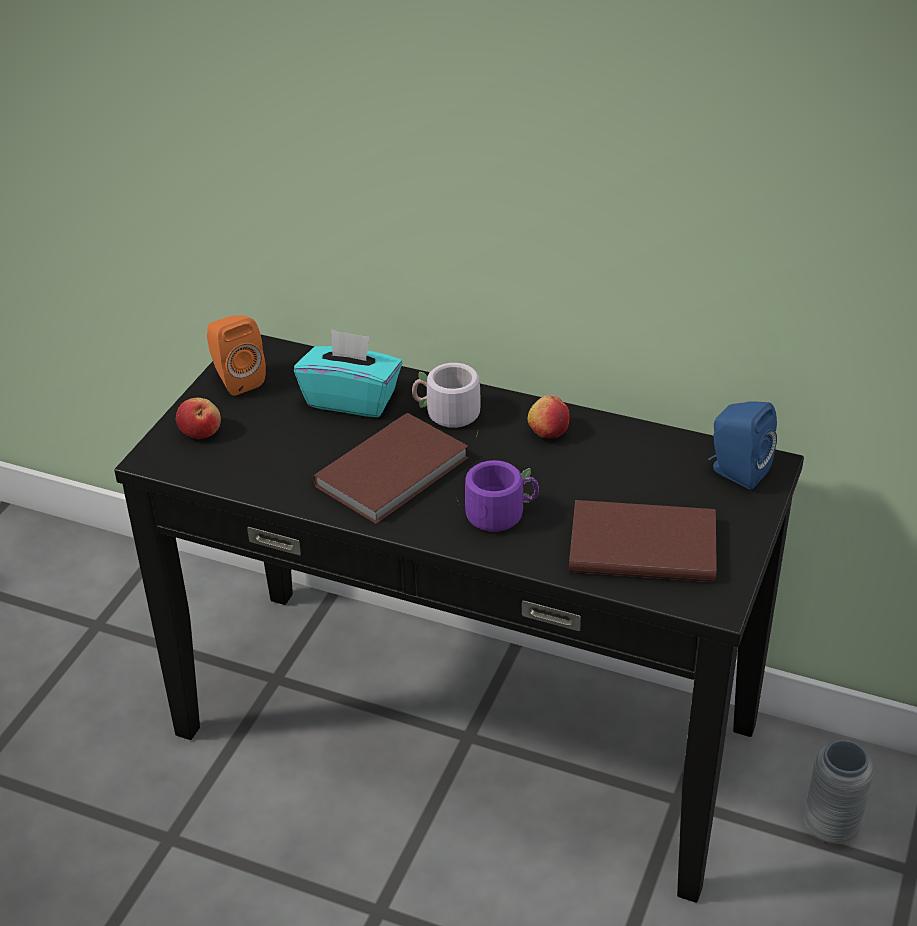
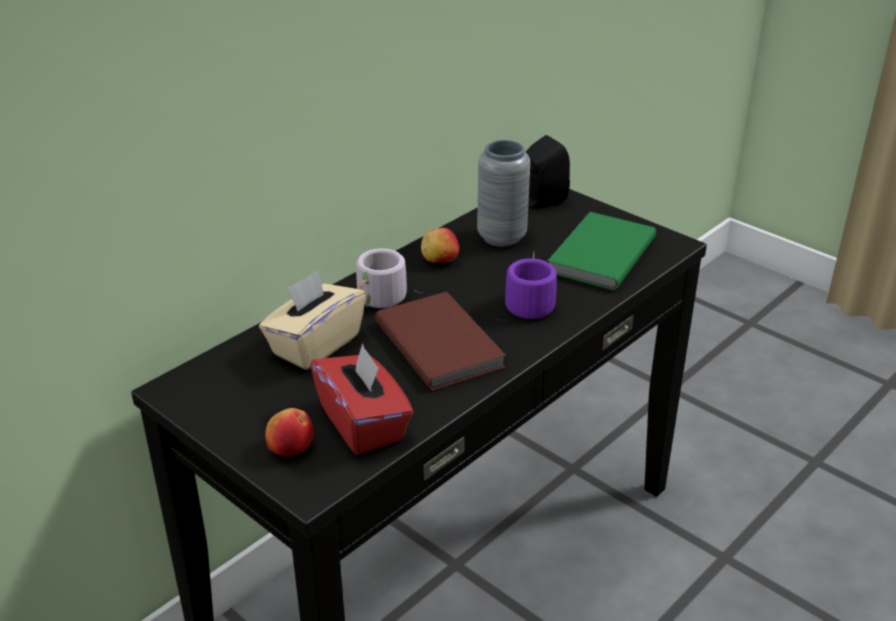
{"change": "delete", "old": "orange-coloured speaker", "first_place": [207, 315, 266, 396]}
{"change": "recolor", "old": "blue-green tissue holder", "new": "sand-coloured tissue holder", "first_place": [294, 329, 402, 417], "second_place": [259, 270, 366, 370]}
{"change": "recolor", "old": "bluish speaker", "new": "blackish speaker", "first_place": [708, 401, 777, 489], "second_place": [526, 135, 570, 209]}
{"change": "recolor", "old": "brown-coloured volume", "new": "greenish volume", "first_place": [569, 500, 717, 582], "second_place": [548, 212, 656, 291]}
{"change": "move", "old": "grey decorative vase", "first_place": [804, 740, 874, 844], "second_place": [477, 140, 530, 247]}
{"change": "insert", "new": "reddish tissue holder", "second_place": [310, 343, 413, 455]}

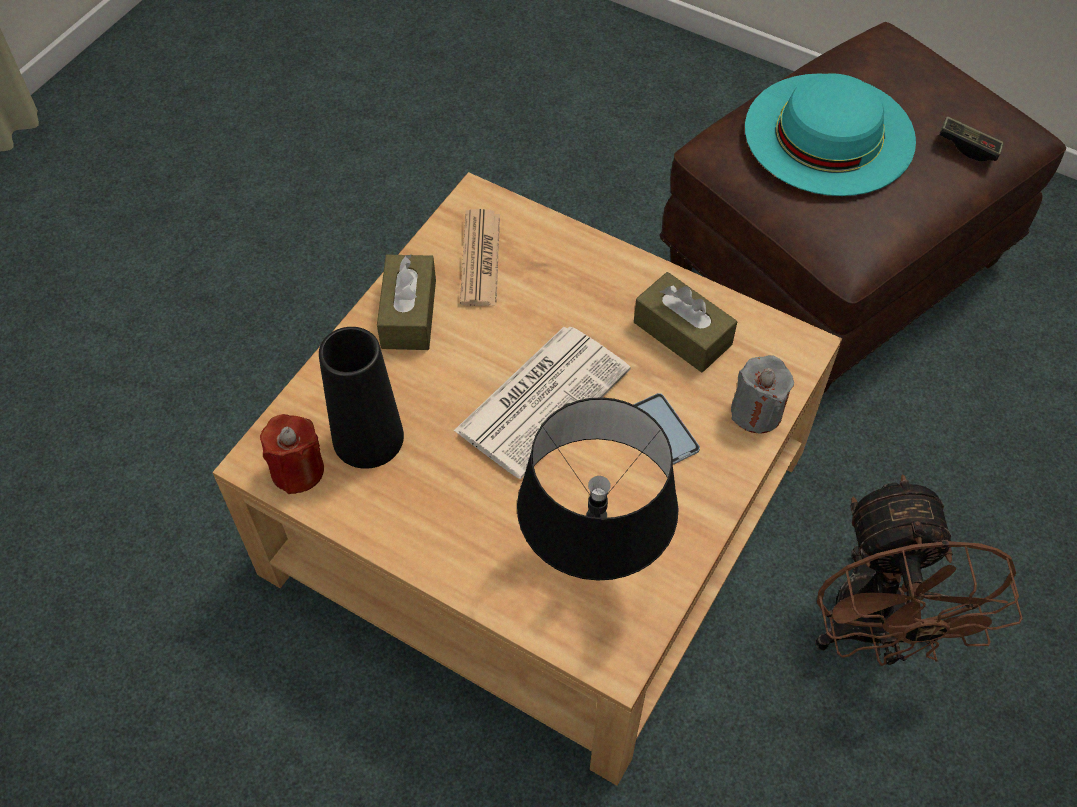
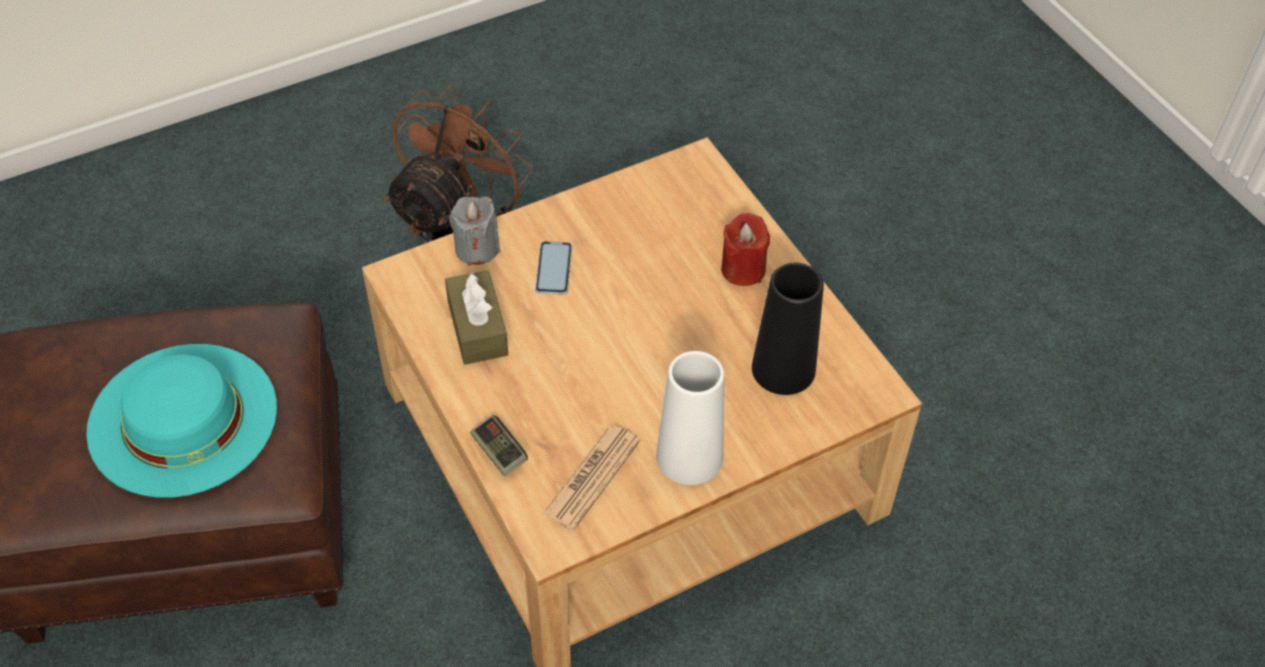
{"change": "move", "old": "gamepad", "first_place": [939, 116, 1003, 161], "second_place": [470, 415, 528, 477]}
{"change": "replace", "old": "brown-coloured tissue holder", "new": "white decorative vase", "first_place": [377, 254, 436, 350], "second_place": [656, 351, 724, 485]}
{"change": "delete", "old": "daily paper", "first_place": [454, 326, 631, 479]}
{"change": "delete", "old": "blackish lamp for a table", "first_place": [517, 397, 678, 581]}
{"change": "move", "old": "reddish wax light", "first_place": [260, 414, 324, 494], "second_place": [721, 213, 770, 286]}

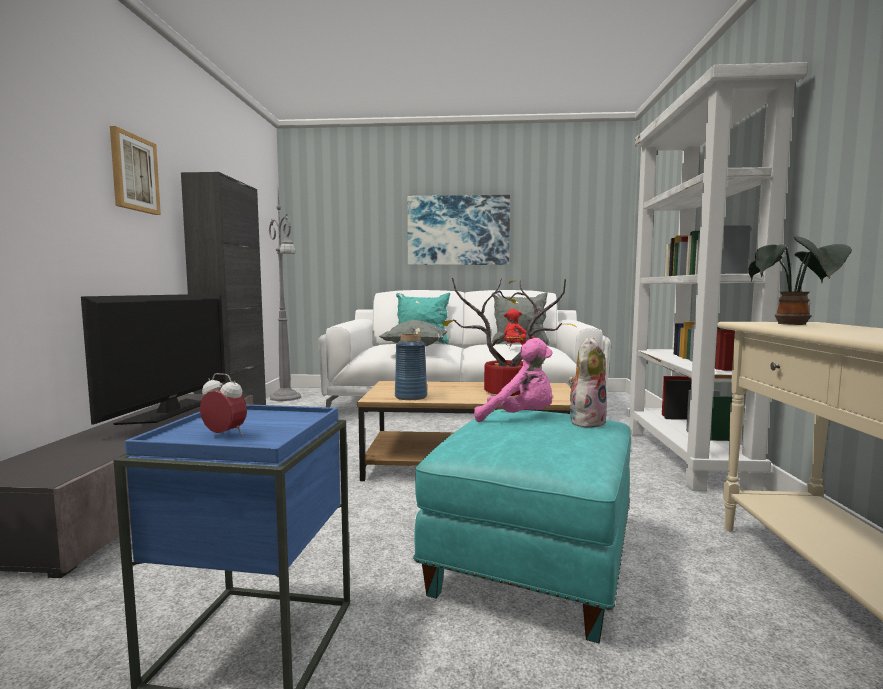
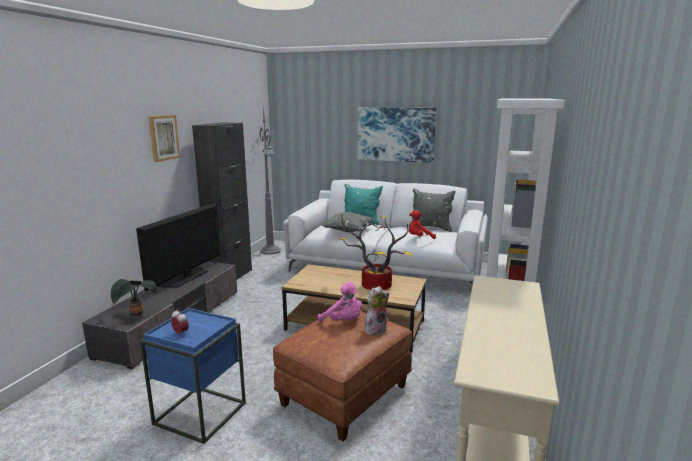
{"change": "move", "old": "plant in a pot", "first_place": [749, 236, 852, 325], "second_place": [111, 279, 157, 316]}
{"change": "delete", "old": "bluish decorative vase", "first_place": [395, 334, 427, 400]}
{"change": "recolor", "old": "blue-green footrest", "new": "brown-coloured footrest", "first_place": [413, 409, 631, 643], "second_place": [273, 310, 412, 441]}

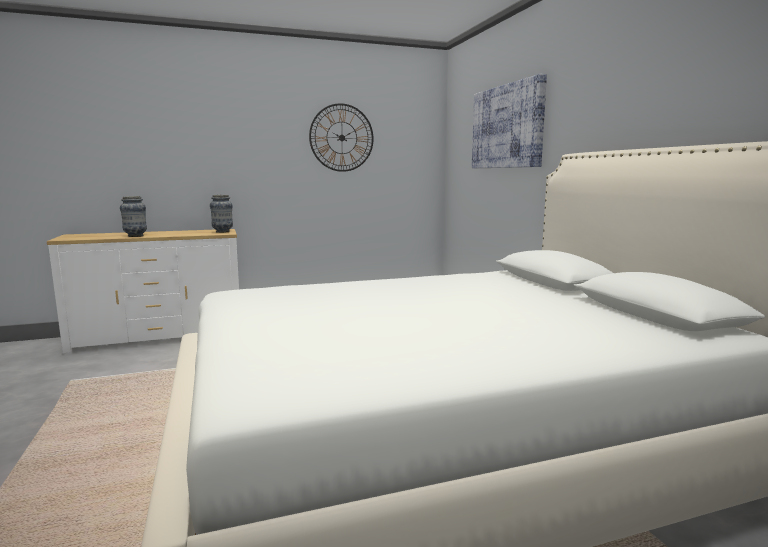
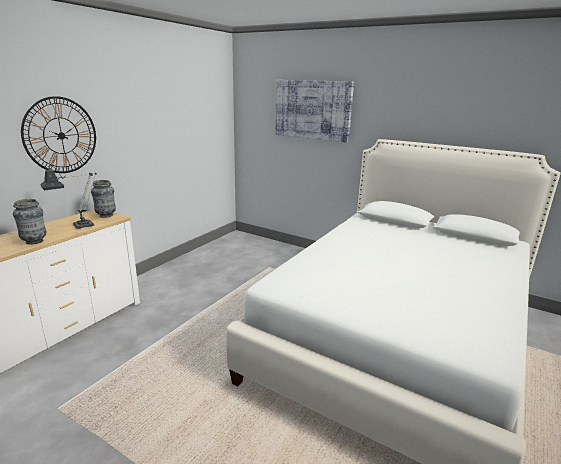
{"change": "move", "old": "hanging clock", "first_place": [309, 103, 374, 172], "second_place": [21, 96, 96, 173]}
{"change": "insert", "new": "lamp for a table", "second_place": [40, 165, 97, 229]}

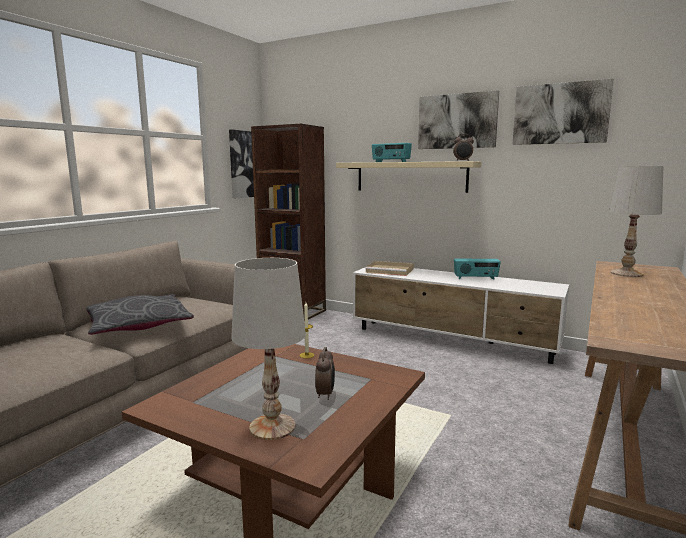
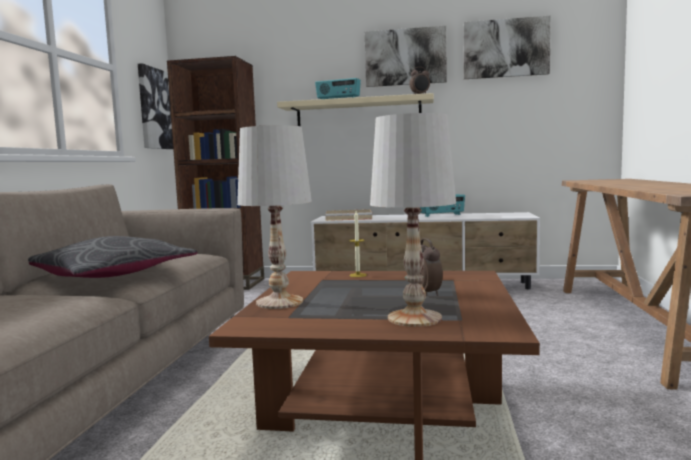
{"change": "move", "old": "white lamp for a table", "first_place": [609, 166, 663, 277], "second_place": [237, 125, 312, 309]}

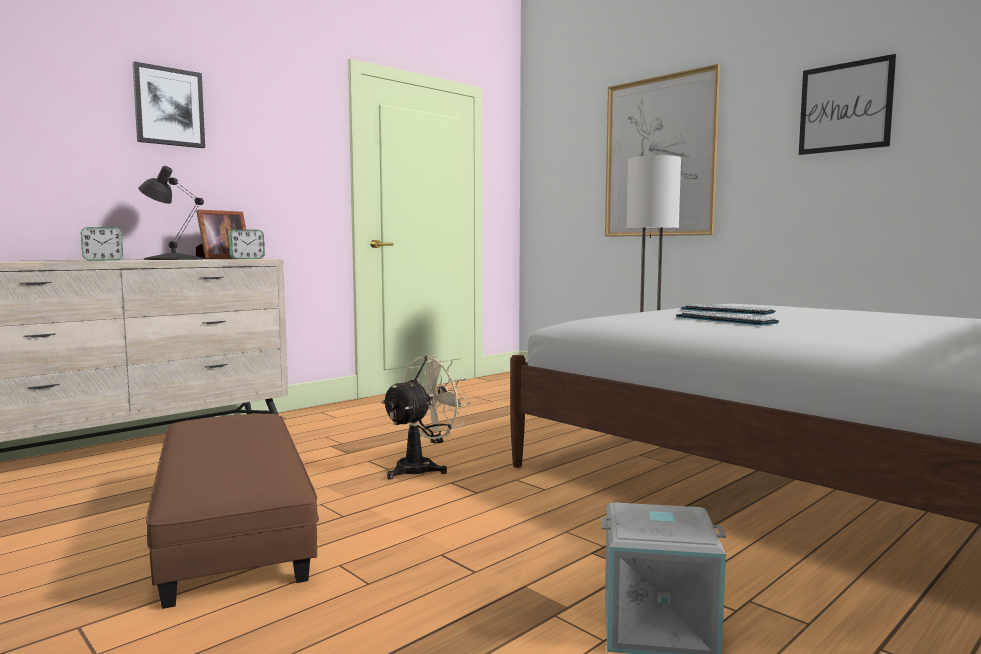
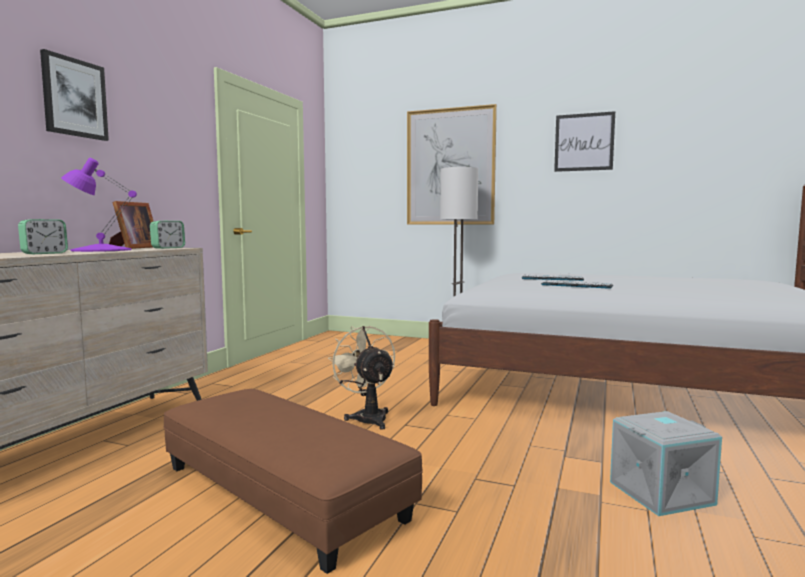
{"change": "recolor", "old": "blackish lamp for a table", "new": "purple lamp for a table", "first_place": [138, 166, 204, 260], "second_place": [61, 158, 137, 252]}
{"change": "rotate", "old": "sand-coloured fan", "first_place": [381, 355, 470, 480], "second_place": [328, 326, 395, 430], "degrees": -45}

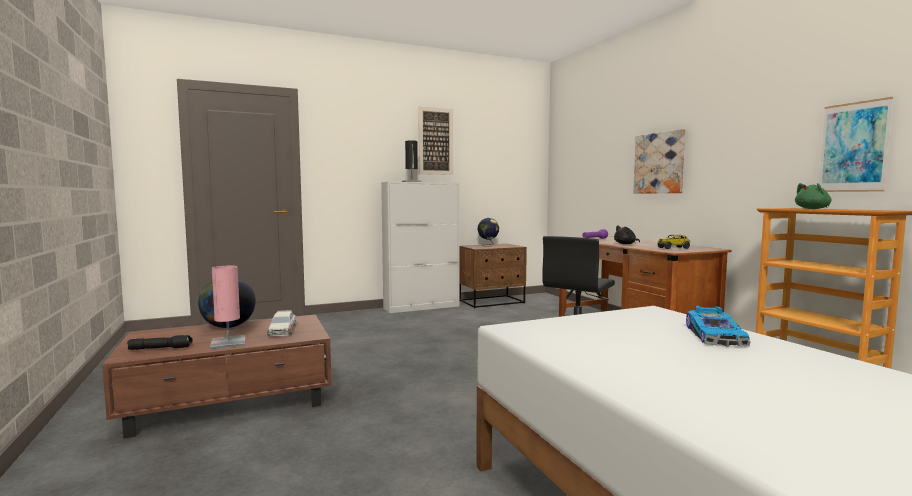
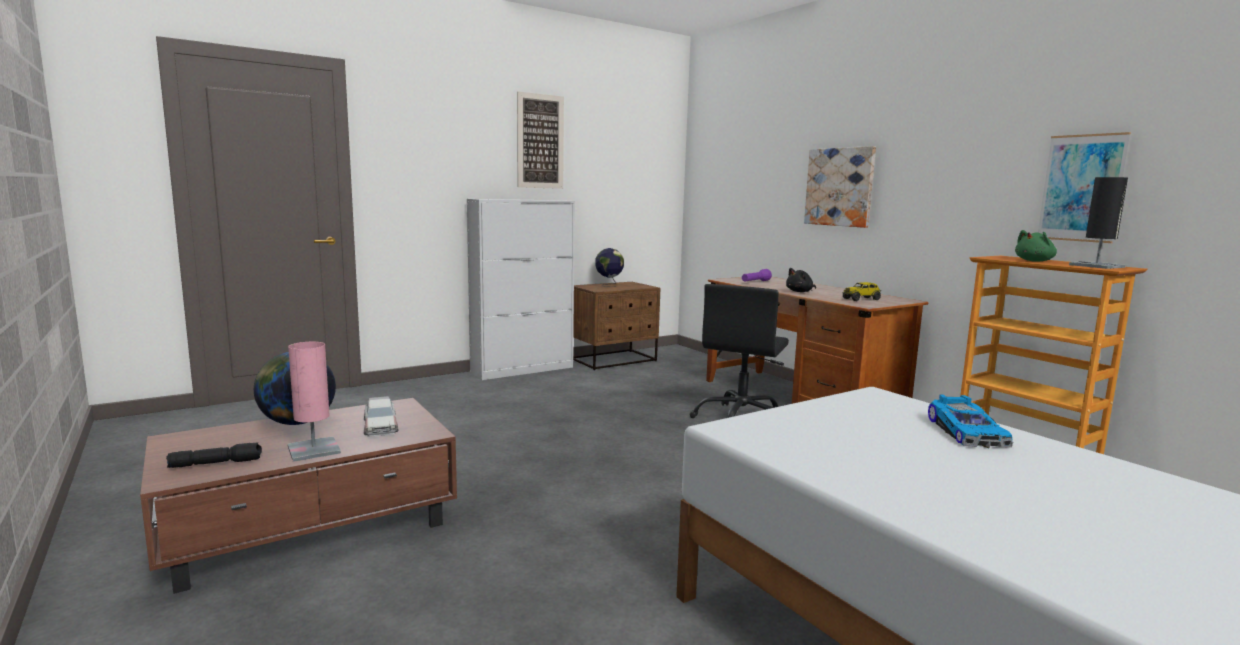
{"change": "move", "old": "blackish lamp for a table", "first_place": [402, 141, 422, 182], "second_place": [1069, 177, 1128, 269]}

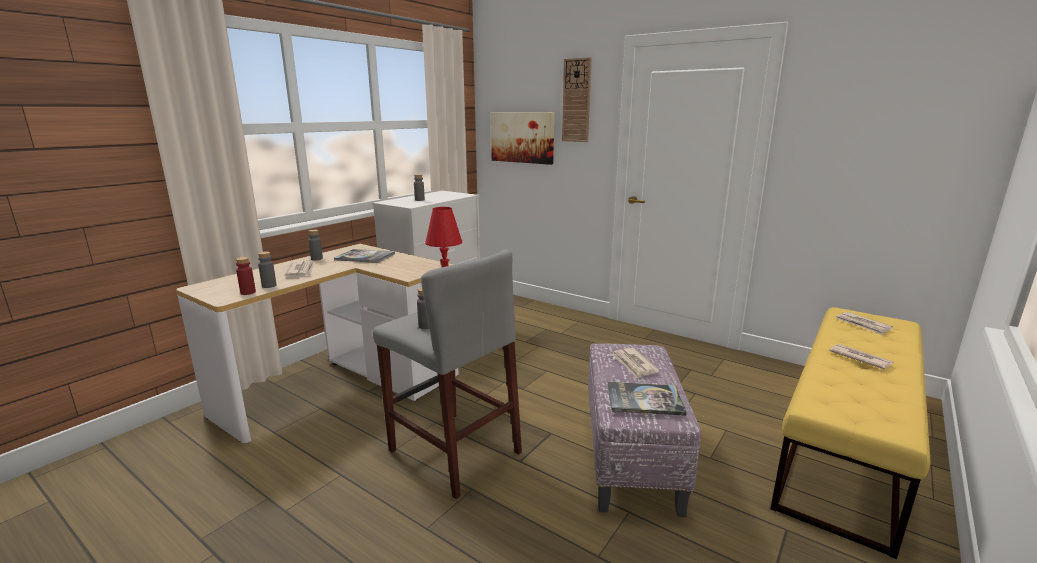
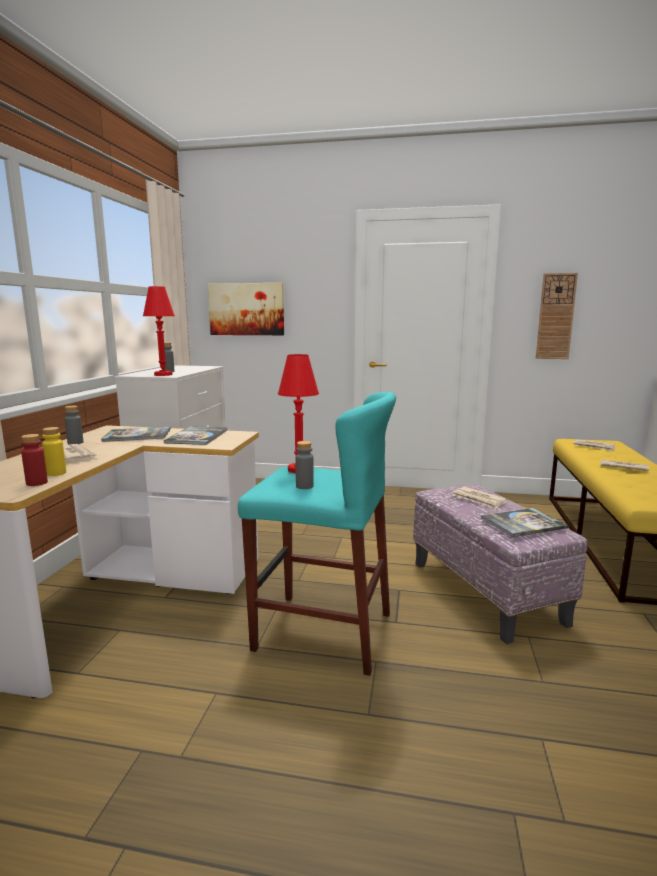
{"change": "move", "old": "hanging clock", "first_place": [562, 57, 592, 142], "second_place": [536, 273, 578, 359]}
{"change": "recolor", "old": "grey stool", "new": "blue-green stool", "first_place": [373, 249, 522, 499], "second_place": [238, 392, 396, 676]}
{"change": "recolor", "old": "grey drink bottle", "new": "yellowish drink bottle", "first_place": [258, 251, 277, 288], "second_place": [42, 427, 66, 476]}
{"change": "insert", "new": "reddish lamp for a table", "second_place": [143, 286, 175, 376]}
{"change": "insert", "new": "volume", "second_place": [164, 426, 228, 445]}

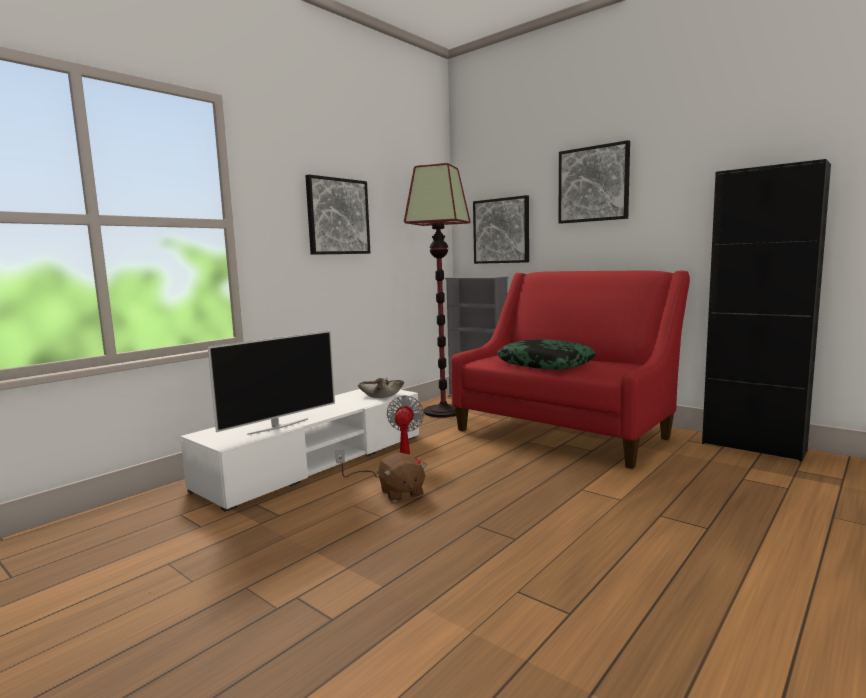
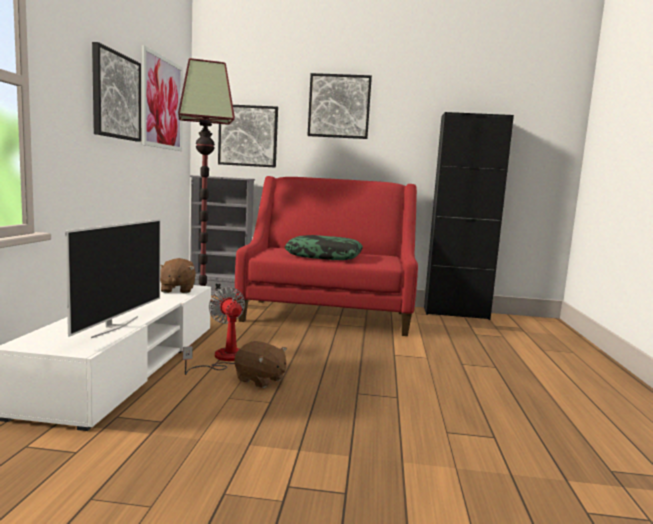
{"change": "replace", "old": "sand-coloured bowl", "new": "brown-coloured soft toy", "first_place": [357, 378, 404, 398], "second_place": [160, 258, 196, 293]}
{"change": "insert", "new": "picture", "second_place": [142, 45, 183, 151]}

